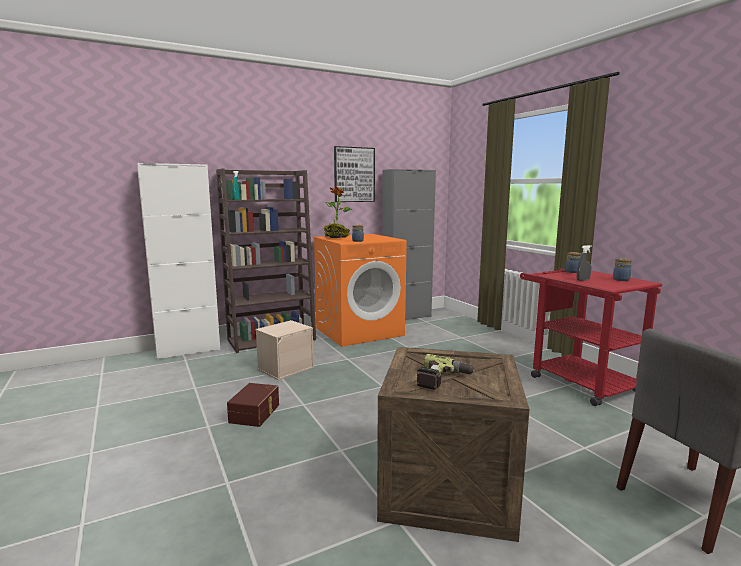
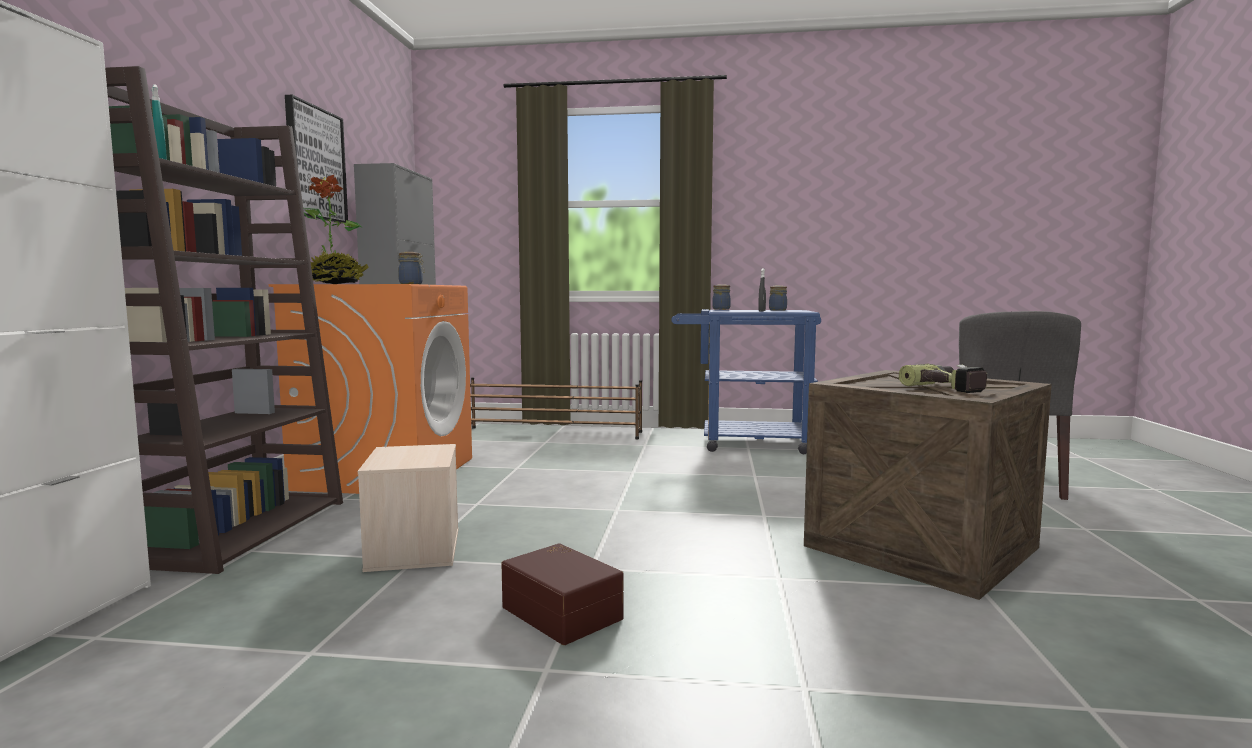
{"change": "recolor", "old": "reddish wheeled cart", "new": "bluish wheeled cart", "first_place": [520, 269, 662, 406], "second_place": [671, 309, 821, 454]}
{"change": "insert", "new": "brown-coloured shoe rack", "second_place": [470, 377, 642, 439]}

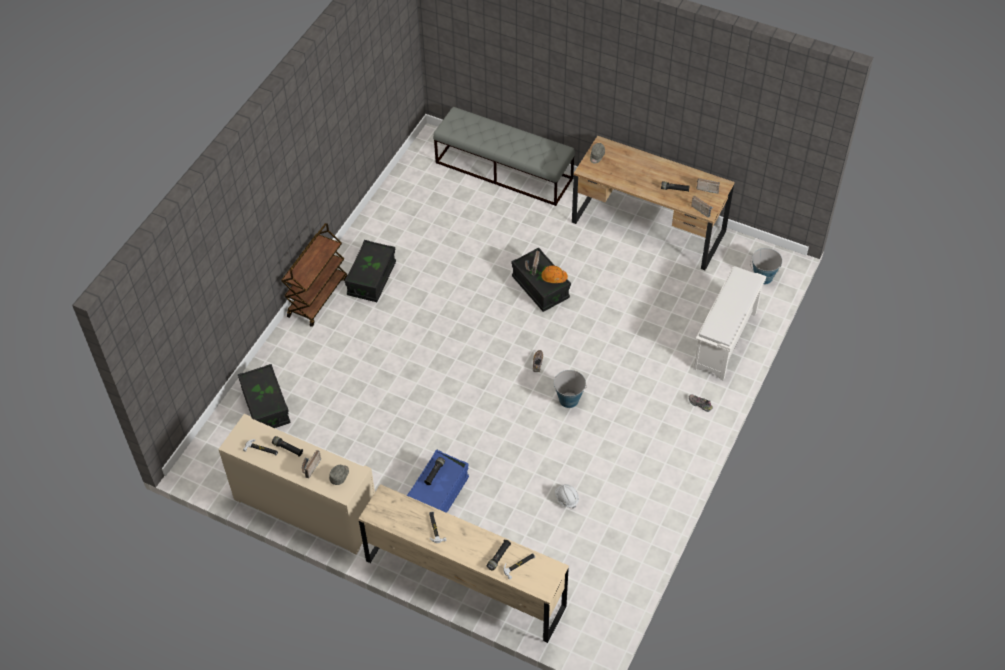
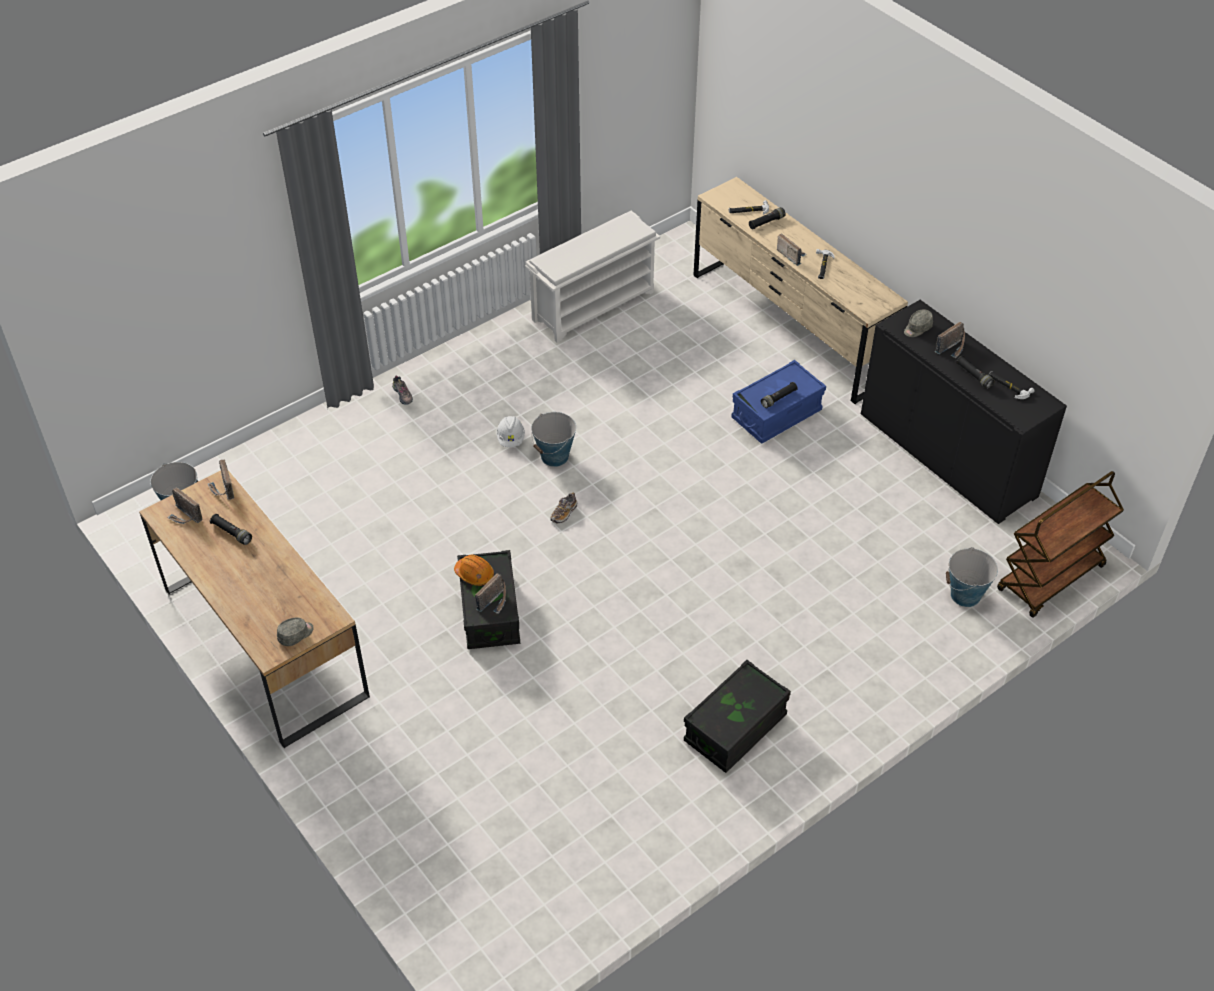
{"change": "delete", "old": "grey bench", "first_place": [433, 107, 575, 206]}
{"change": "move", "old": "brown-coloured wheeled cart", "first_place": [281, 223, 347, 327], "second_place": [997, 471, 1124, 618]}
{"change": "move", "old": "white shoe rack", "first_place": [693, 266, 766, 381], "second_place": [525, 211, 660, 343]}
{"change": "replace", "old": "blackish storage box", "new": "pail", "first_place": [238, 364, 291, 428], "second_place": [946, 547, 998, 607]}
{"change": "recolor", "old": "sand-coloured cabinet", "new": "blackish cabinet", "first_place": [218, 414, 375, 555], "second_place": [861, 300, 1067, 524]}
{"change": "move", "old": "white hard hat", "first_place": [555, 484, 579, 509], "second_place": [496, 416, 525, 447]}
{"change": "insert", "new": "radio set", "second_place": [777, 233, 807, 266]}

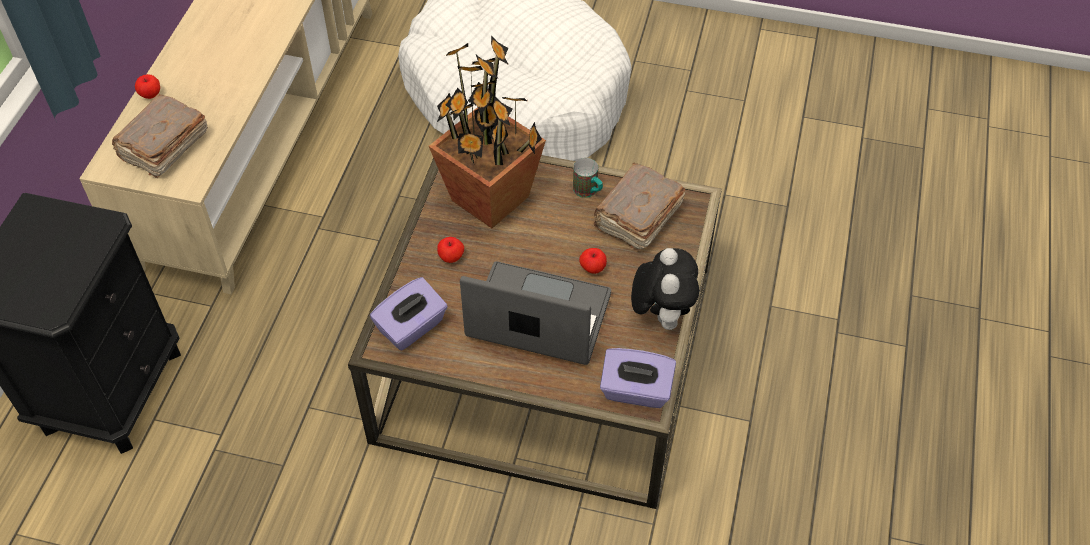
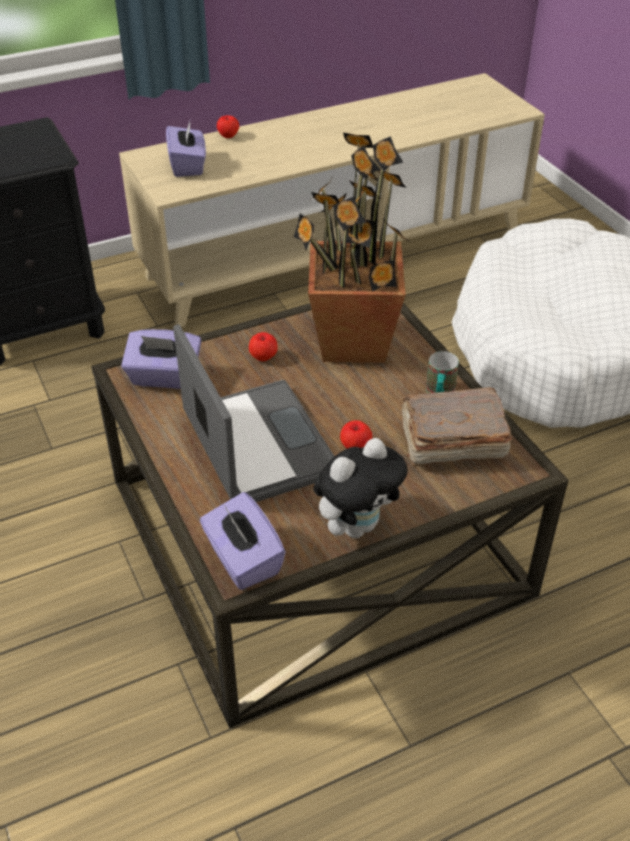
{"change": "replace", "old": "brown-coloured volume", "new": "purple tissue holder", "first_place": [112, 94, 208, 178], "second_place": [166, 122, 206, 177]}

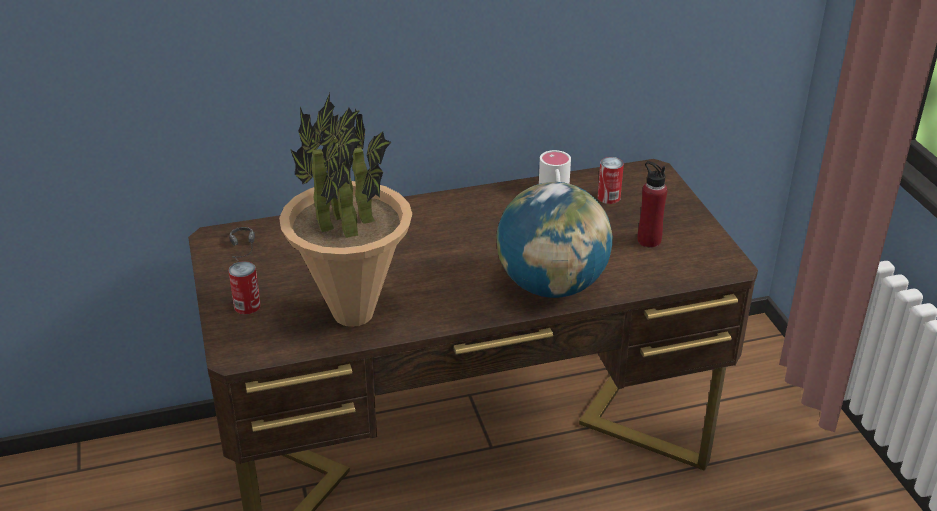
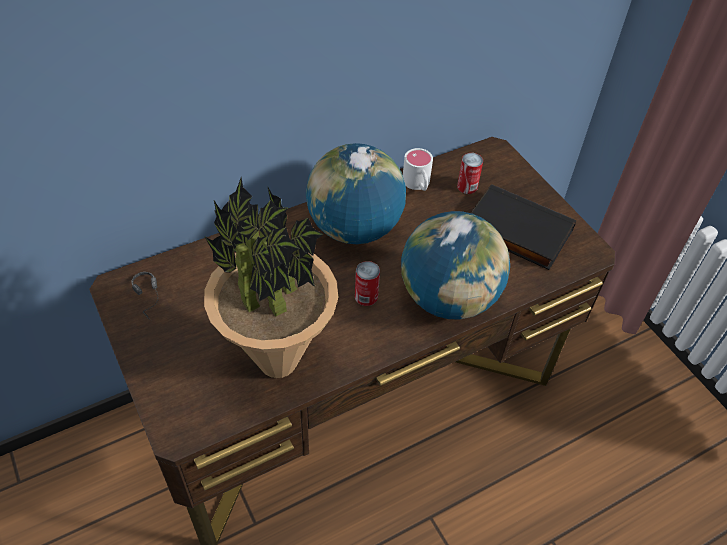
{"change": "replace", "old": "reddish drink bottle", "new": "blackish volume", "first_place": [637, 161, 668, 248], "second_place": [471, 184, 577, 270]}
{"change": "move", "old": "can", "first_place": [229, 261, 261, 314], "second_place": [355, 261, 380, 306]}
{"change": "insert", "new": "globe", "second_place": [306, 143, 406, 244]}

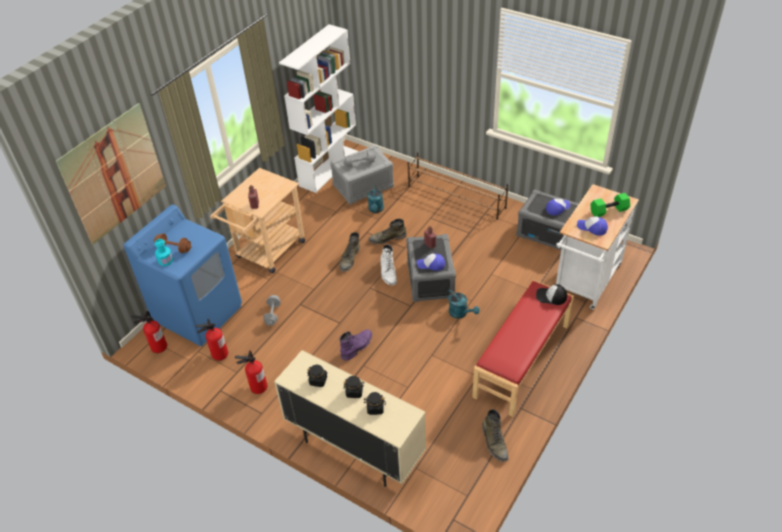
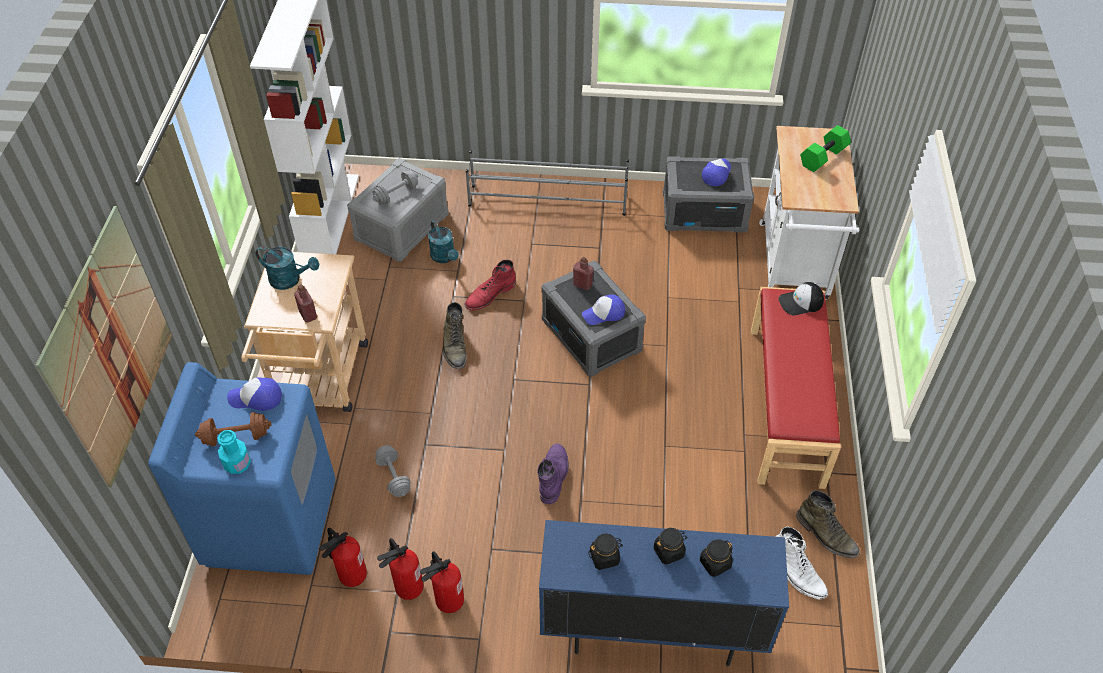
{"change": "recolor", "old": "brown-coloured shoe rack", "new": "grey shoe rack", "first_place": [407, 152, 508, 219], "second_place": [465, 151, 629, 216]}
{"change": "move", "old": "baseball cap", "first_place": [577, 216, 608, 236], "second_place": [227, 377, 282, 411]}
{"change": "recolor", "old": "greenish boot", "new": "reddish boot", "first_place": [369, 219, 407, 244], "second_place": [464, 260, 516, 310]}
{"change": "move", "old": "white boot", "first_place": [381, 244, 397, 285], "second_place": [776, 527, 828, 600]}
{"change": "move", "old": "blue-green watering pot", "first_place": [447, 290, 480, 319], "second_place": [256, 246, 319, 290]}
{"change": "move", "old": "fire-fighting cylinder", "first_place": [132, 311, 167, 353], "second_place": [377, 538, 424, 600]}
{"change": "recolor", "old": "sand-coloured cabinet", "new": "bluish cabinet", "first_place": [274, 350, 426, 487], "second_place": [539, 520, 789, 666]}

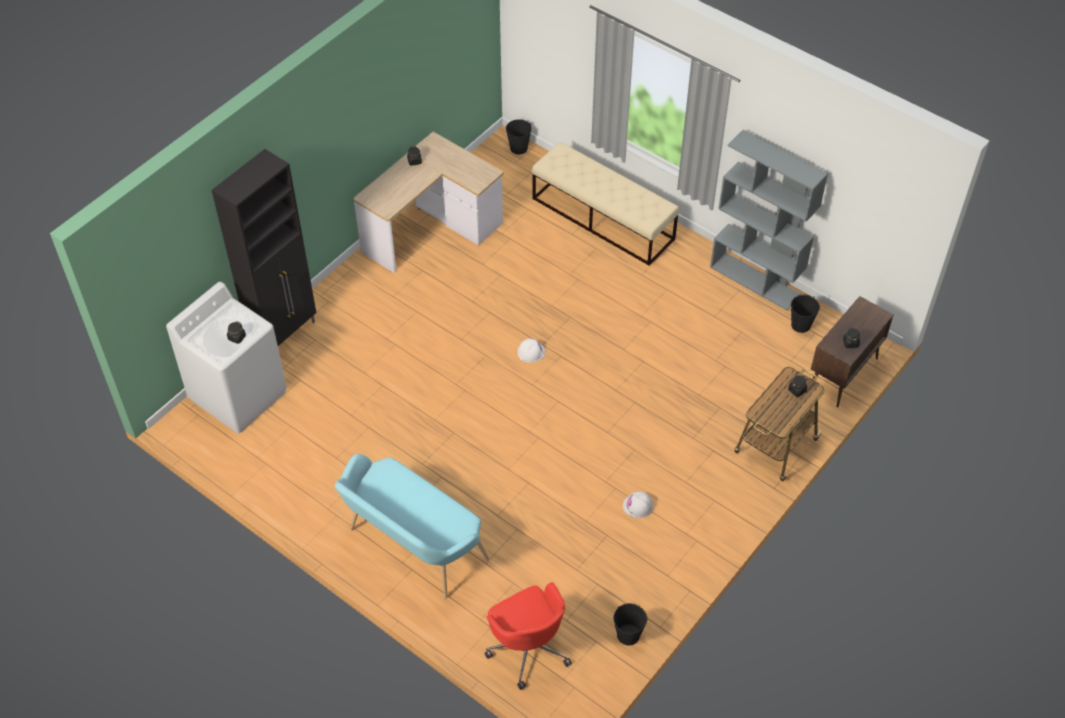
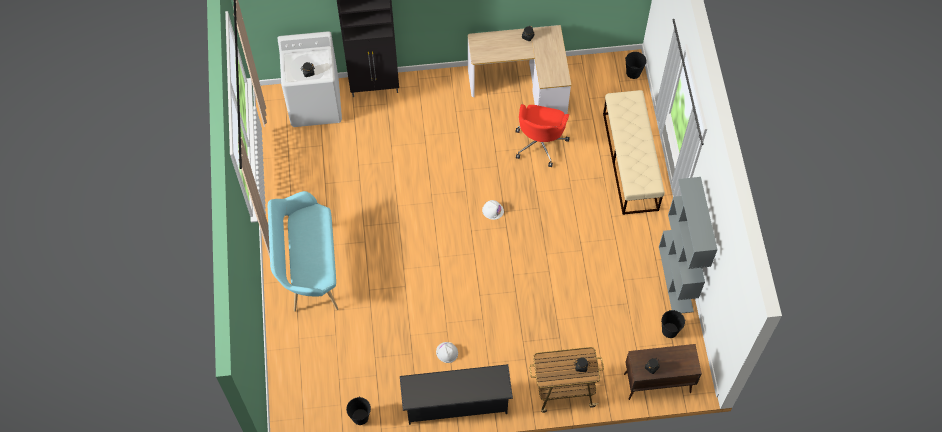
{"change": "move", "old": "reddish desk chair", "first_place": [485, 582, 572, 690], "second_place": [515, 104, 570, 167]}
{"change": "insert", "new": "blackish shoe rack", "second_place": [400, 364, 513, 425]}

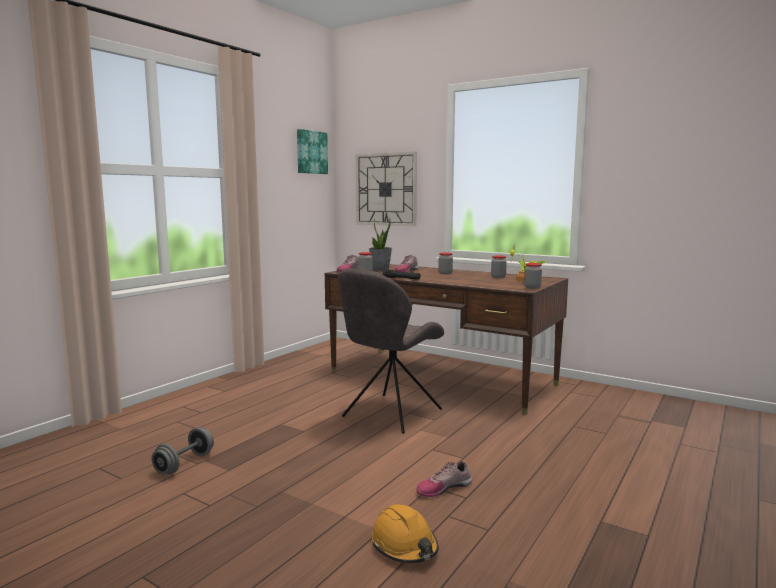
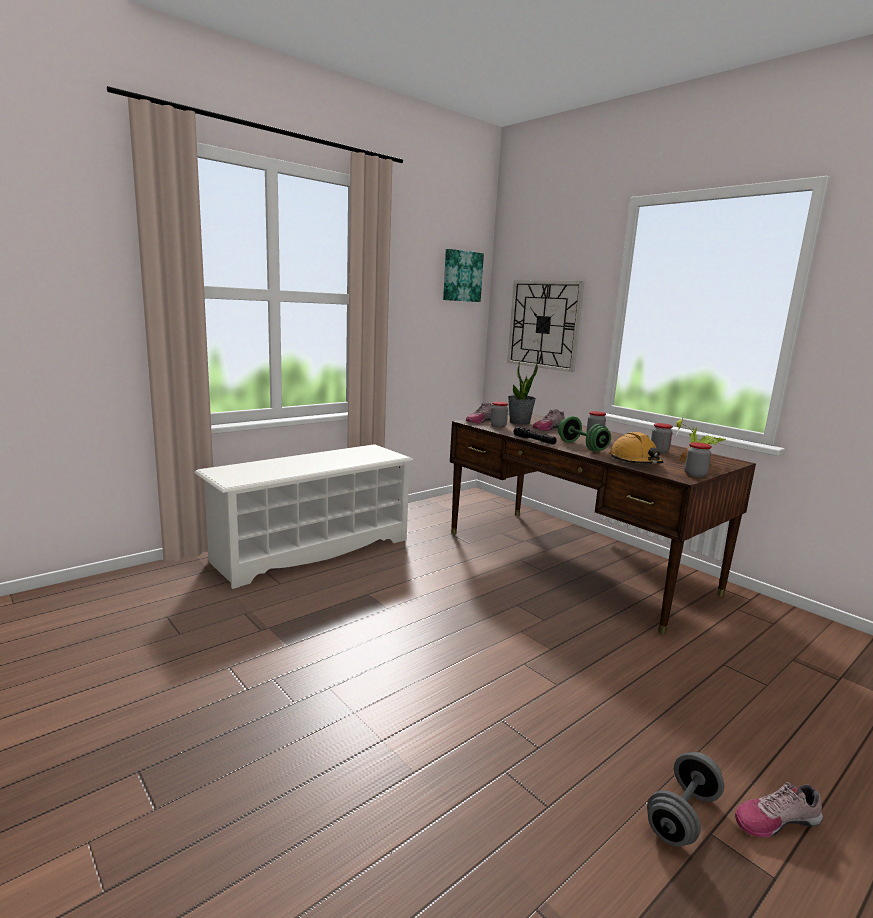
{"change": "delete", "old": "grey upright chair", "first_place": [338, 268, 444, 434]}
{"change": "move", "old": "grey free weight", "first_place": [152, 427, 214, 474], "second_place": [647, 752, 724, 847]}
{"change": "move", "old": "low shoe", "first_place": [416, 461, 472, 497], "second_place": [735, 782, 823, 838]}
{"change": "move", "old": "orange-coloured hard hat", "first_place": [372, 505, 439, 563], "second_place": [610, 432, 663, 464]}
{"change": "insert", "new": "greenish free weight", "second_place": [558, 416, 611, 452]}
{"change": "insert", "new": "white shoe rack", "second_place": [194, 444, 413, 589]}

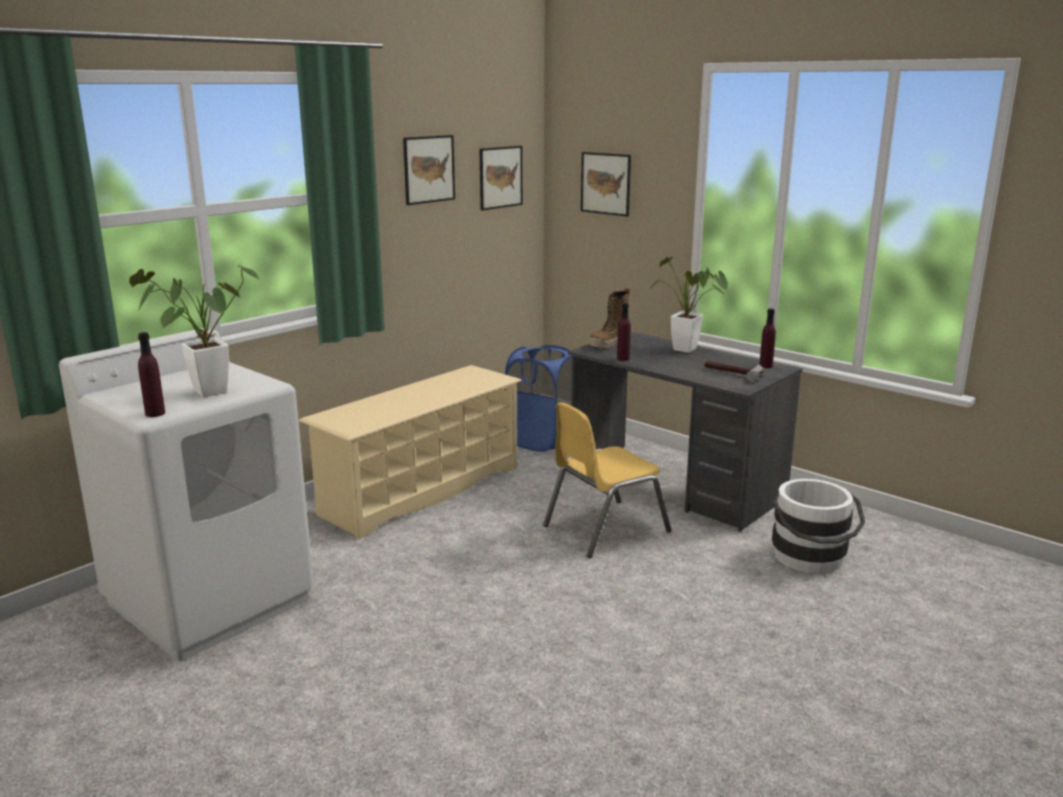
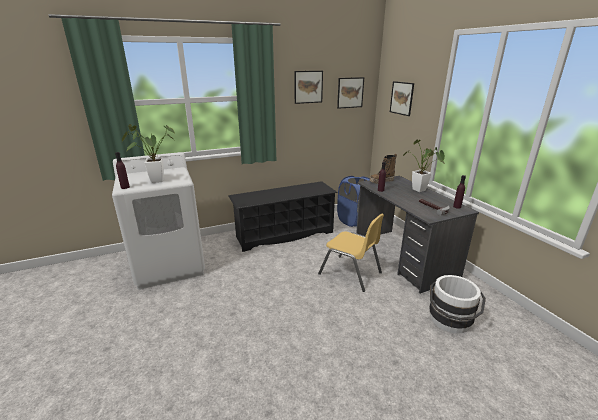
{"change": "recolor", "old": "sand-coloured shoe rack", "new": "blackish shoe rack", "first_place": [298, 365, 522, 540], "second_place": [228, 181, 338, 252]}
{"change": "rotate", "old": "yellowish upright chair", "first_place": [543, 402, 671, 558], "second_place": [318, 214, 384, 292], "degrees": -135}

